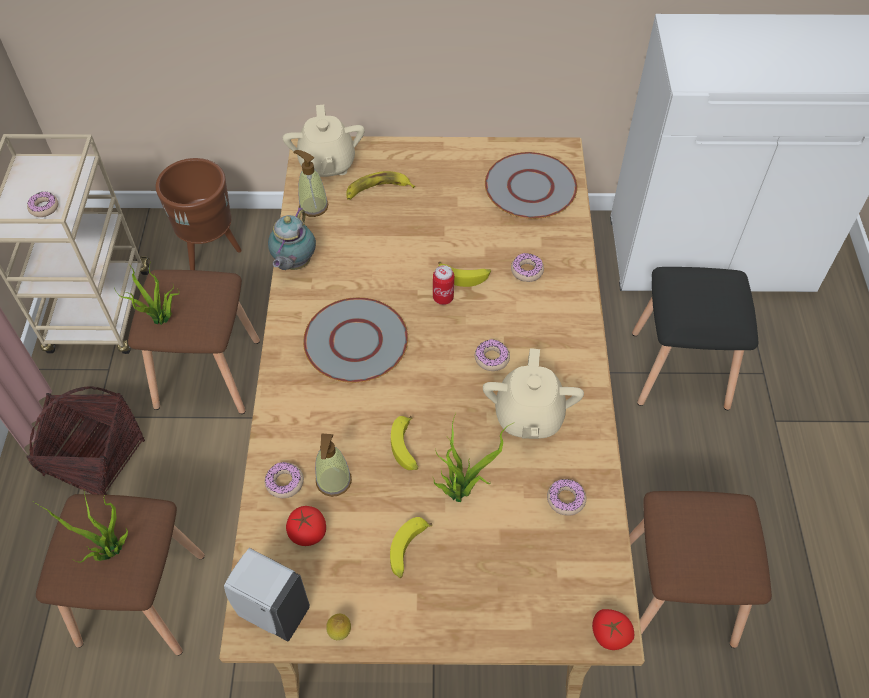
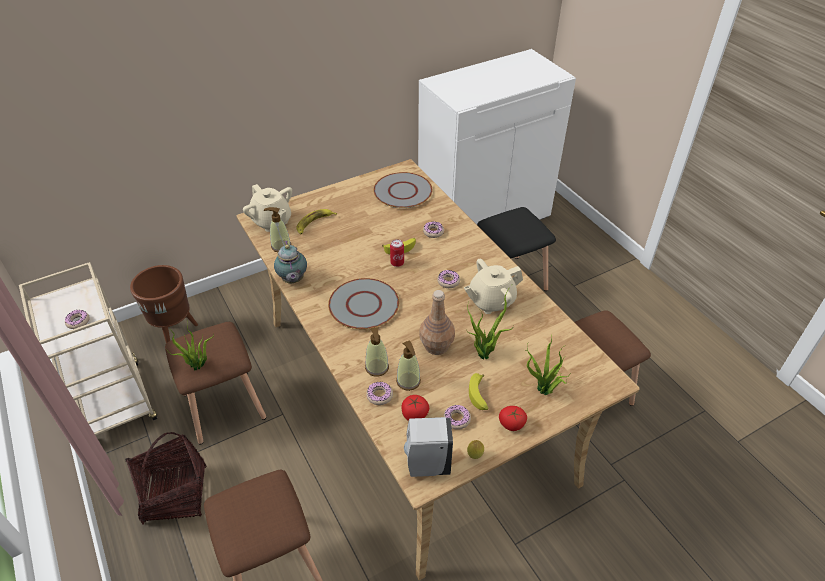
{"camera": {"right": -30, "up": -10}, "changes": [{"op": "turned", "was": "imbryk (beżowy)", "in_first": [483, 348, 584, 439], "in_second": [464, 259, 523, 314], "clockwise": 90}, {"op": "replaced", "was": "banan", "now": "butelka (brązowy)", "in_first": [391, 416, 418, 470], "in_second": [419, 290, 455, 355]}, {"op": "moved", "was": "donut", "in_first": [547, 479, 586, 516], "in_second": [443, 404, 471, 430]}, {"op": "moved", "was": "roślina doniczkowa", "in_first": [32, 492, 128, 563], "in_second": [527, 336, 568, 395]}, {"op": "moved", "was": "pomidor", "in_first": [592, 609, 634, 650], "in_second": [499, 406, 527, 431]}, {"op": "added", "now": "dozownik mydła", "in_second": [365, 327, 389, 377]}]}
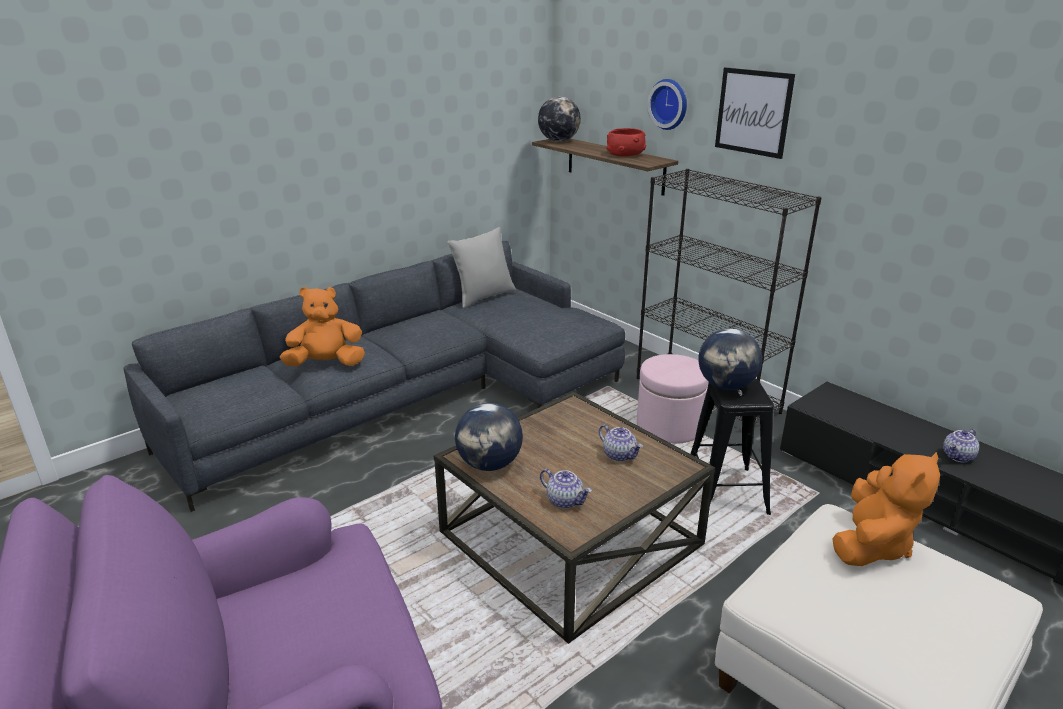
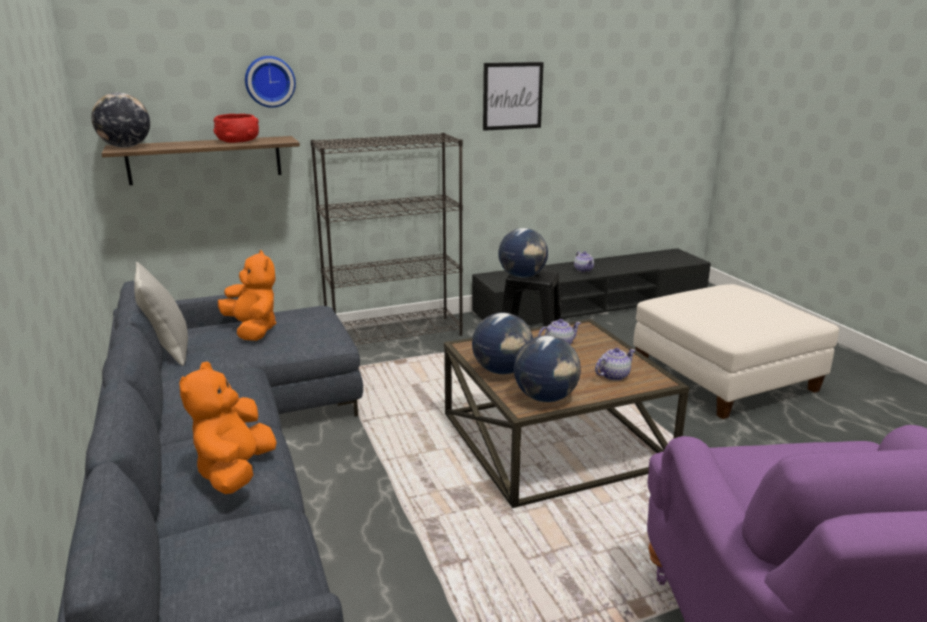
{"camera": {"right": -70, "up": -5}, "changes": [{"op": "moved", "was": "obraz", "in_first": [715, 67, 795, 159], "in_second": [483, 62, 544, 131]}, {"op": "removed", "was": "pufa (różowy)", "in_first": [637, 354, 709, 444]}, {"op": "moved", "was": "pluszak (pomarańczowy)", "in_first": [832, 452, 940, 566], "in_second": [218, 250, 276, 341]}, {"op": "added", "now": "globus", "in_second": [472, 313, 533, 374]}]}
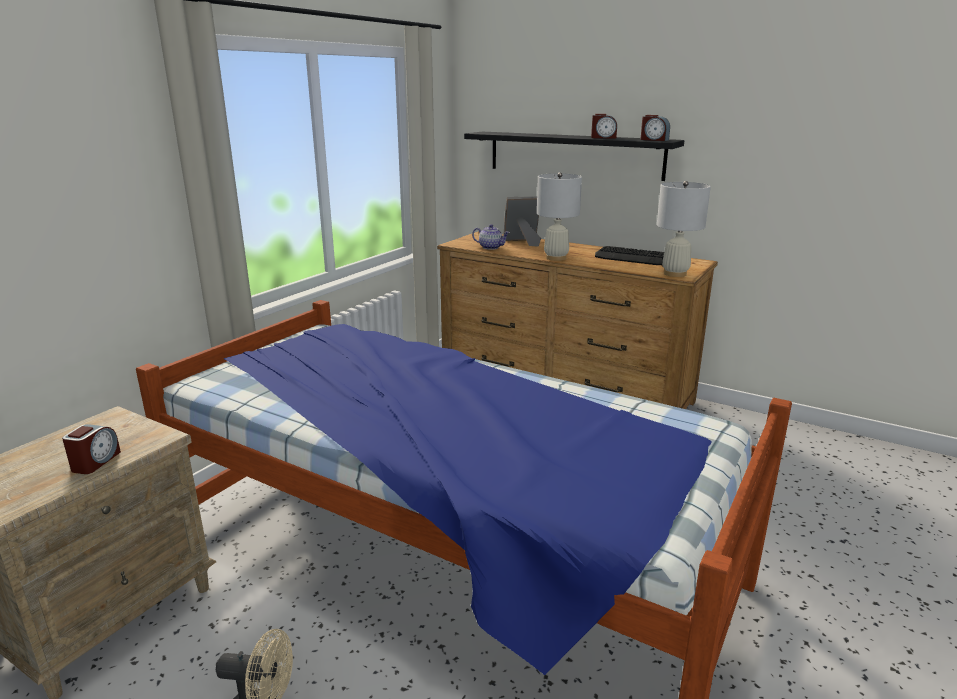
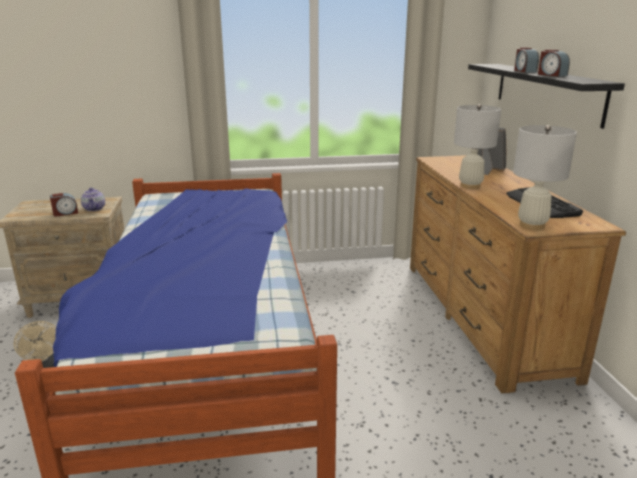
{"camera": {"right": 50, "up": 0}, "changes": [{"op": "moved", "was": "budzik", "in_first": [640, 115, 670, 141], "in_second": [514, 48, 539, 72]}, {"op": "moved", "was": "imbryk", "in_first": [472, 224, 510, 250], "in_second": [81, 188, 105, 211]}]}
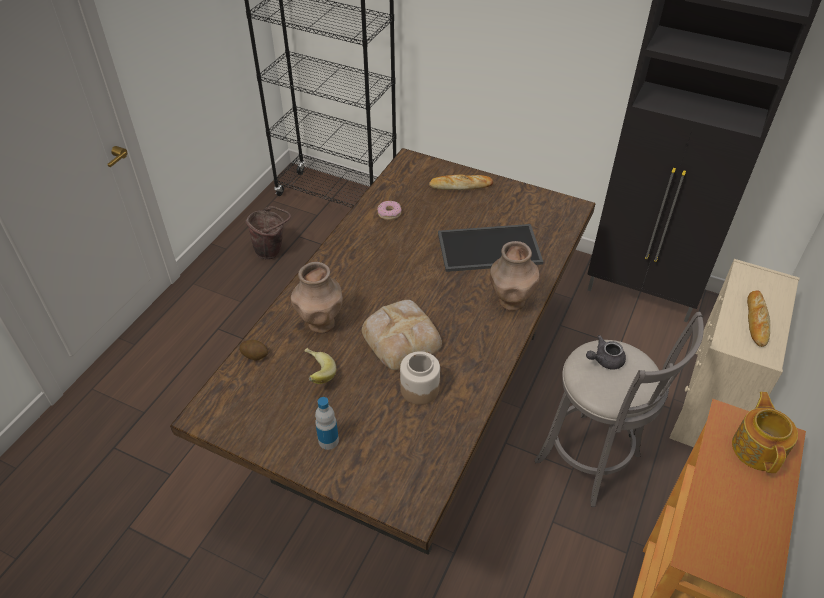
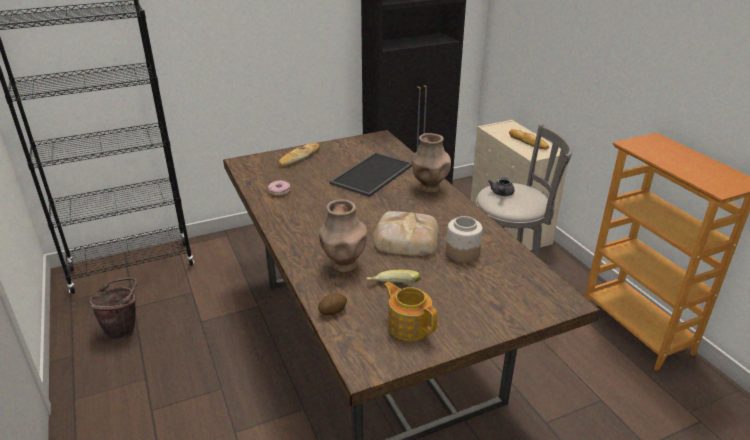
{"camera": {"right": -50, "up": -15}, "changes": [{"op": "moved", "was": "imbryk", "in_first": [732, 392, 798, 473], "in_second": [384, 282, 437, 341]}, {"op": "removed", "was": "butelka", "in_first": [315, 397, 339, 450]}]}
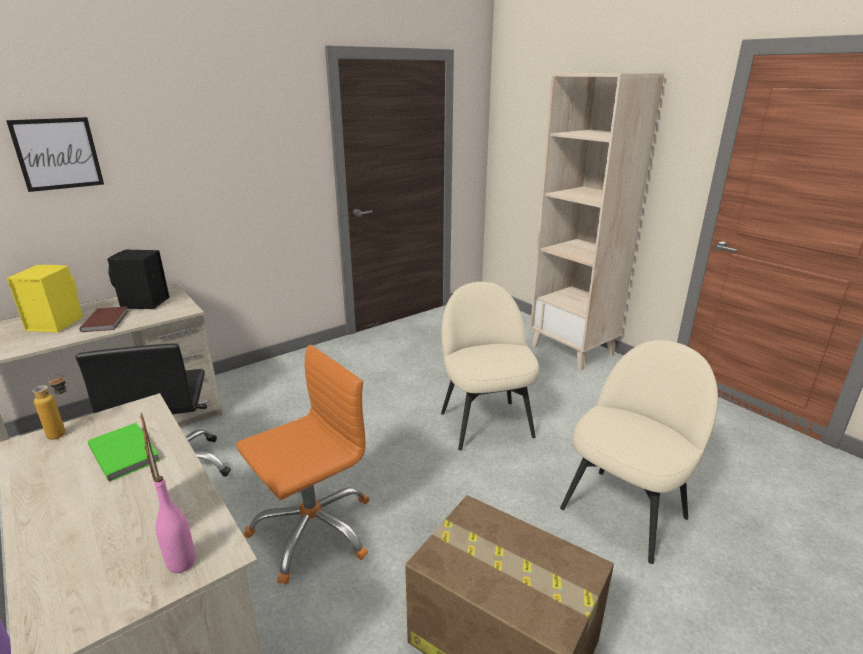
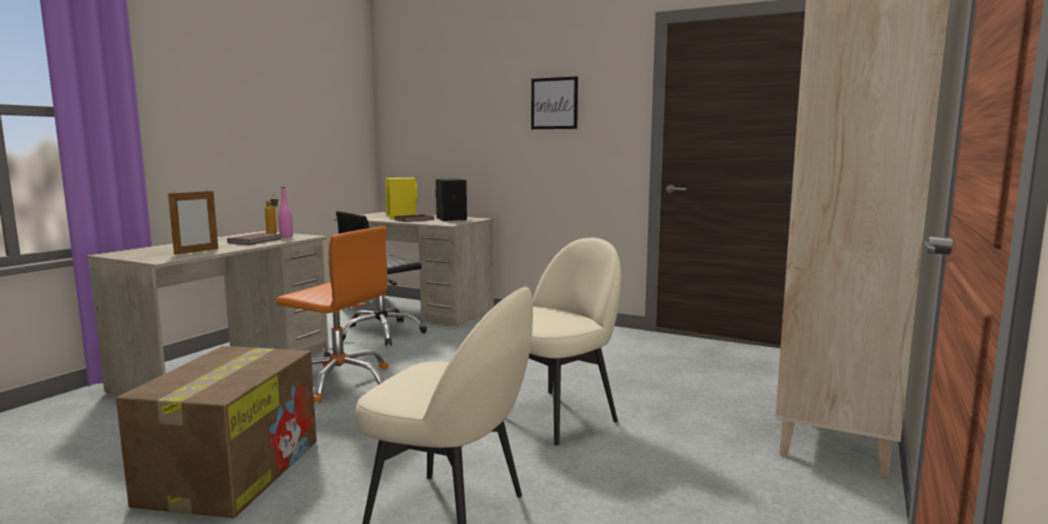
{"camera": {"right": 65, "up": -15}, "changes": [{"op": "moved", "was": "obraz", "in_first": [6, 117, 104, 192], "in_second": [531, 76, 578, 129]}, {"op": "recoloured", "was": "książka (zielony)", "now": "książka (brązowy)", "in_first": [88, 423, 161, 482], "in_second": [227, 233, 281, 245]}, {"op": "moved", "was": "butelka (różowy)", "in_first": [154, 476, 195, 573], "in_second": [278, 187, 293, 238]}]}
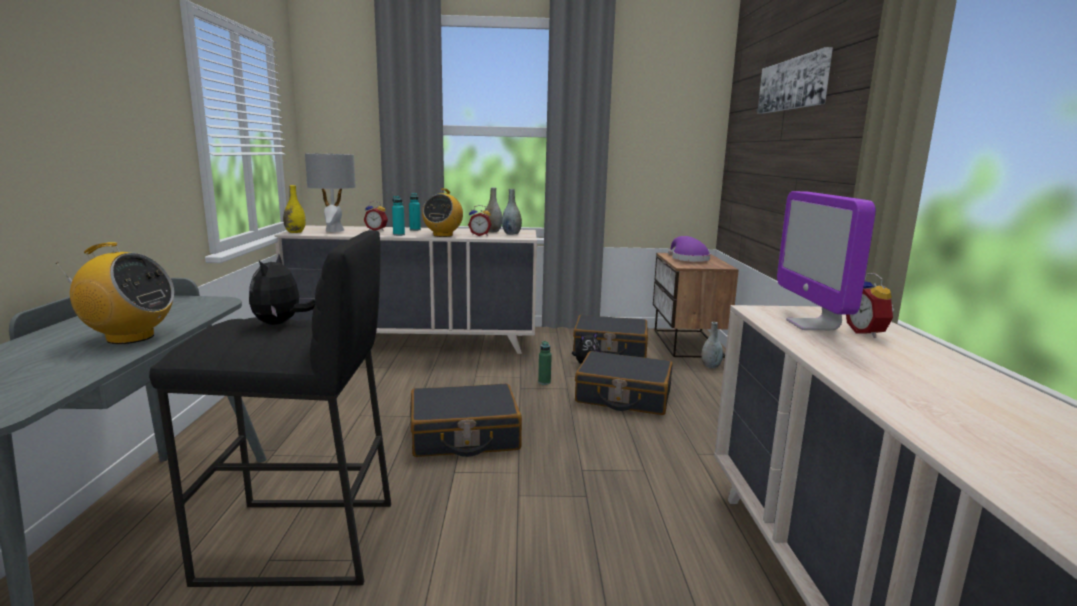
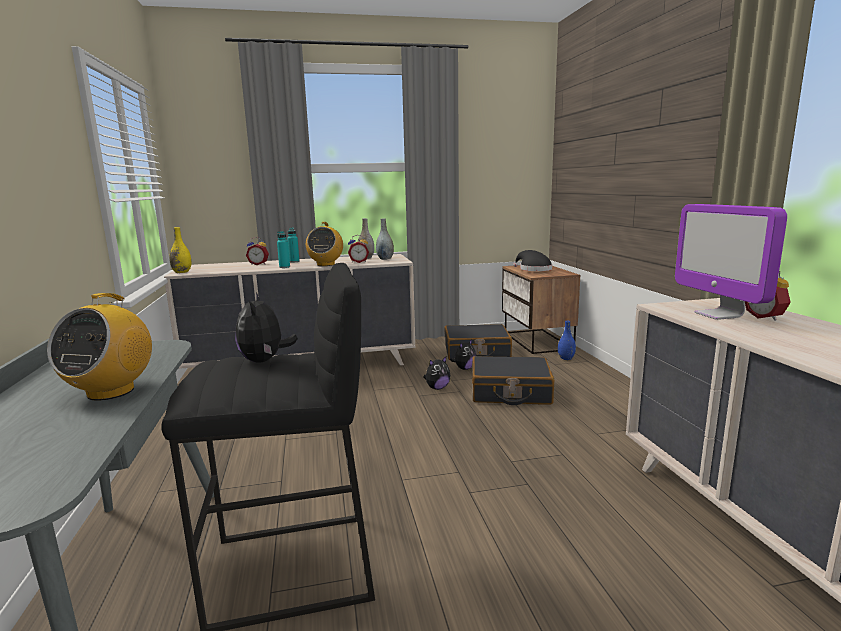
{"camera": {"right": -10, "up": 0}, "changes": [{"op": "removed", "was": "obraz", "in_first": [757, 47, 833, 114]}, {"op": "removed", "was": "lampa stołowa (szary)", "in_first": [305, 153, 356, 232]}, {"op": "recoloured", "was": "kapelusz (fioletowy)", "now": "kapelusz (czarny)", "in_first": [668, 236, 710, 262], "in_second": [513, 250, 552, 271]}, {"op": "turned", "was": "radio", "in_first": [55, 242, 174, 344], "in_second": [47, 293, 152, 401], "clockwise": 105}, {"op": "recoloured", "was": "wazon (szary)", "now": "wazon (niebieski)", "in_first": [701, 322, 723, 368], "in_second": [558, 321, 576, 360]}, {"op": "replaced", "was": "butelka (zielony)", "now": "pluszak", "in_first": [538, 341, 552, 385], "in_second": [423, 357, 450, 390]}, {"op": "removed", "was": "walizka (czarny)", "in_first": [410, 384, 522, 457]}]}
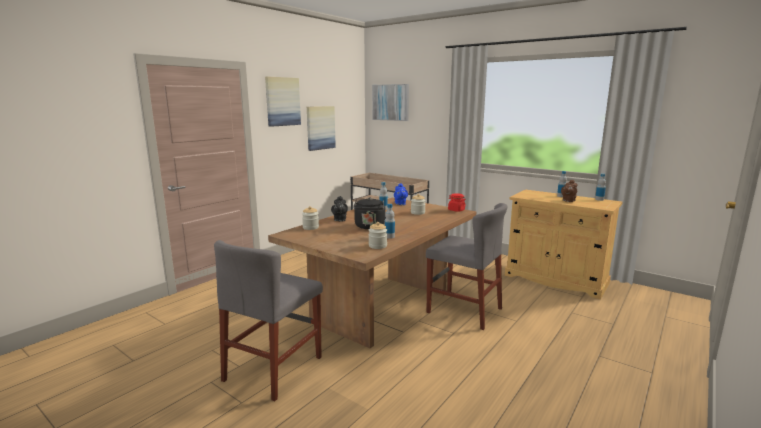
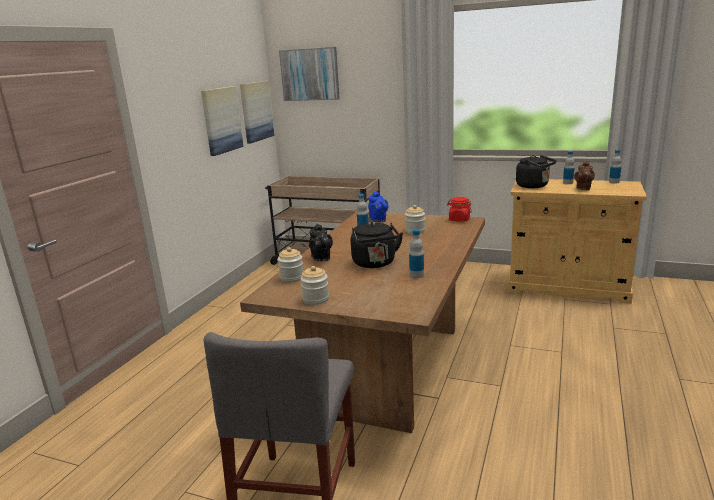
{"camera": {"right": -15, "up": 5}, "changes": [{"op": "moved", "was": "obraz", "in_first": [265, 77, 301, 127], "in_second": [240, 81, 274, 143]}, {"op": "removed", "was": "krzesło (szary)", "in_first": [426, 203, 507, 330]}, {"op": "moved", "was": "słoik", "in_first": [369, 222, 387, 249], "in_second": [301, 266, 329, 305]}, {"op": "added", "now": "czajnik (czarny)", "in_second": [516, 155, 556, 188]}]}
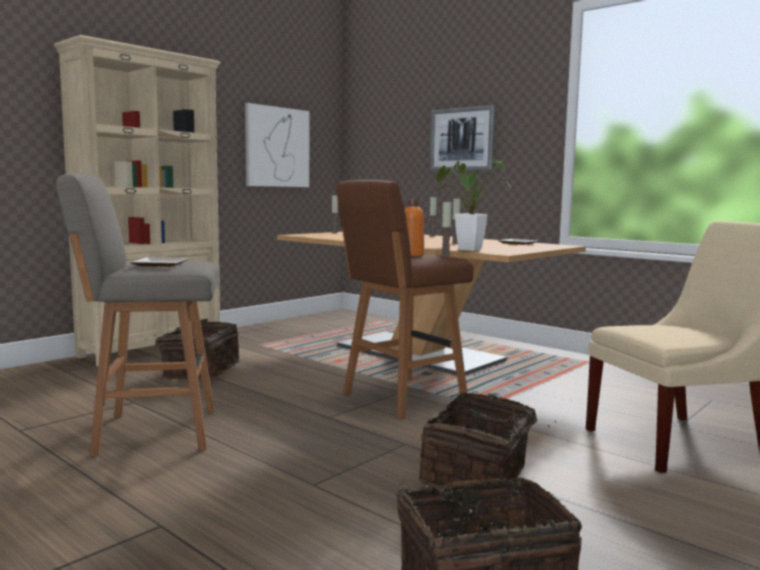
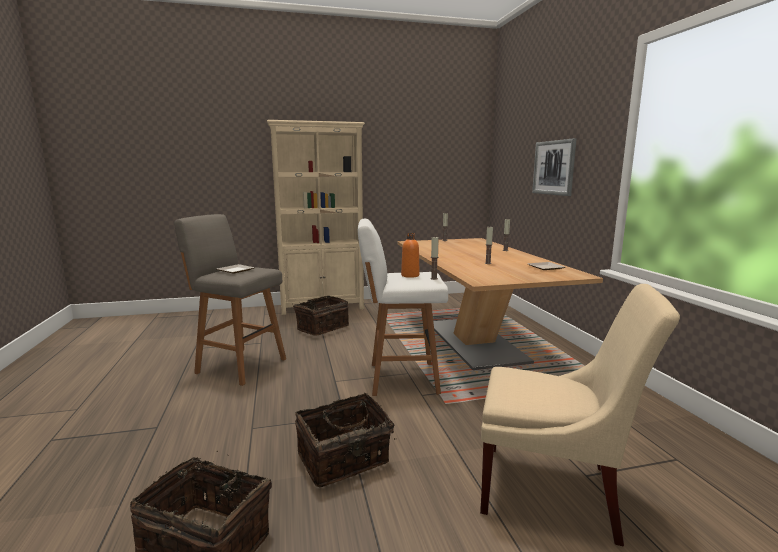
{"camera": {"right": 35, "up": 5}, "changes": [{"op": "removed", "was": "obraz", "in_first": [245, 103, 309, 187]}, {"op": "removed", "was": "roślina doniczkowa", "in_first": [434, 157, 511, 251]}, {"op": "recoloured", "was": "stołek (brązowy)", "now": "stołek (biały)", "in_first": [337, 180, 474, 420], "in_second": [358, 219, 448, 396]}]}
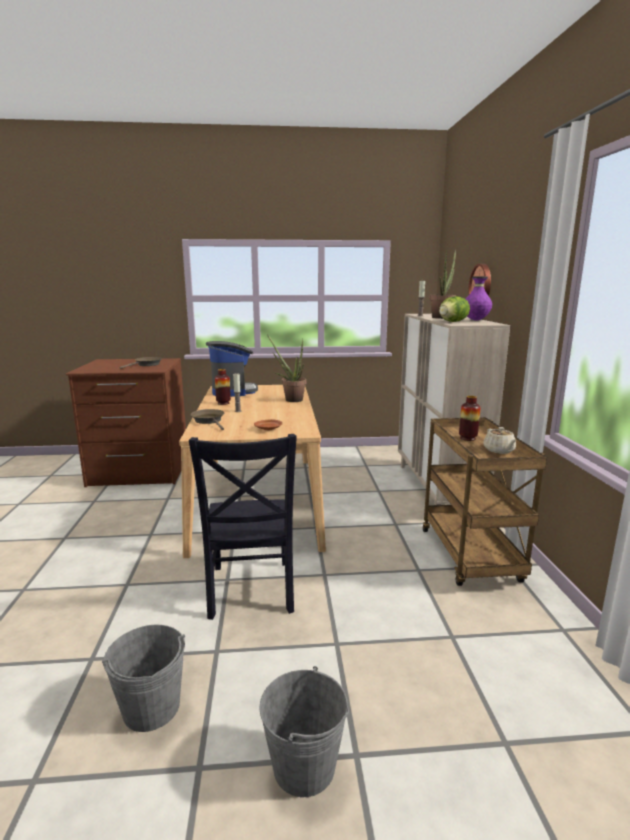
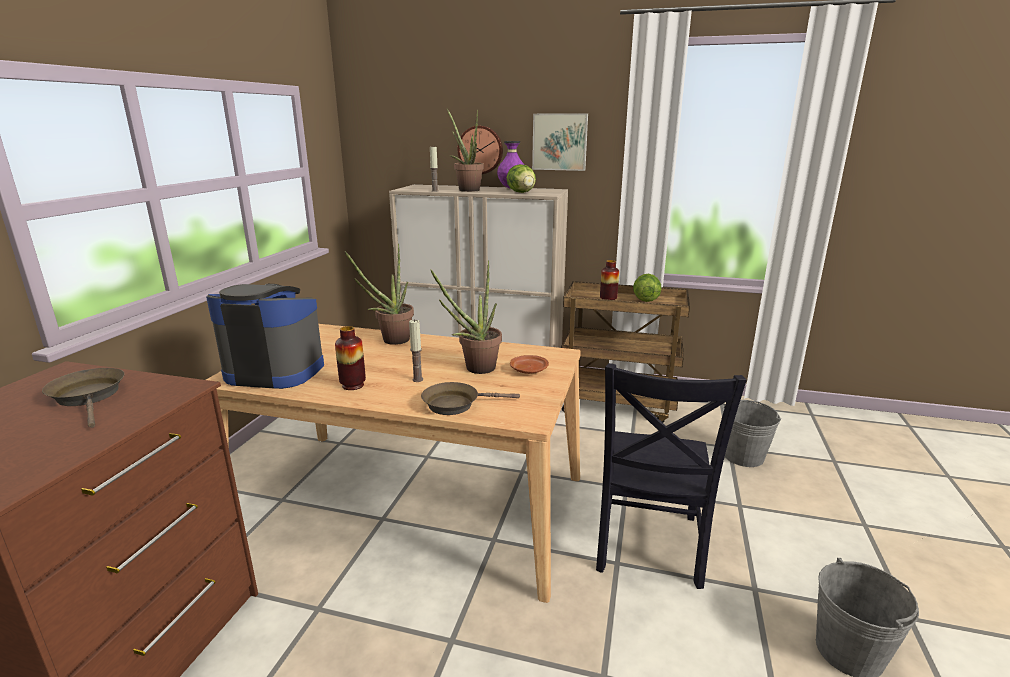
{"camera": {"right": -70, "up": 5}, "changes": [{"op": "replaced", "was": "imbryk (beżowy)", "now": "sałata", "in_first": [483, 427, 517, 454], "in_second": [633, 274, 662, 302]}, {"op": "turned", "was": "krzesło (czarny)", "in_first": [189, 434, 297, 620], "in_second": [596, 363, 747, 589], "clockwise": 90}, {"op": "moved", "was": "wiadro (szary)", "in_first": [259, 666, 349, 797], "in_second": [723, 400, 781, 467]}, {"op": "added", "now": "obraz", "in_second": [532, 114, 588, 171]}, {"op": "added", "now": "roślina doniczkowa", "in_second": [430, 260, 502, 374]}]}
